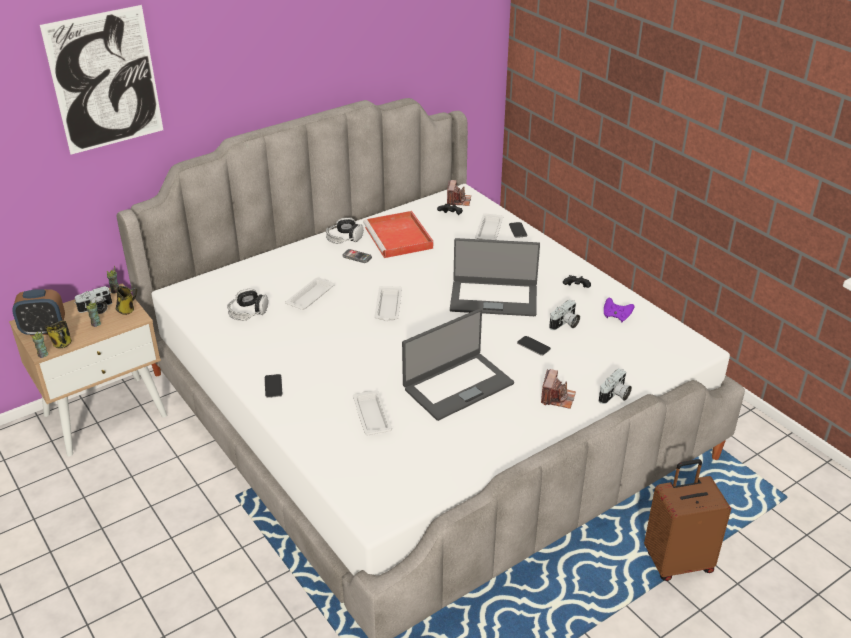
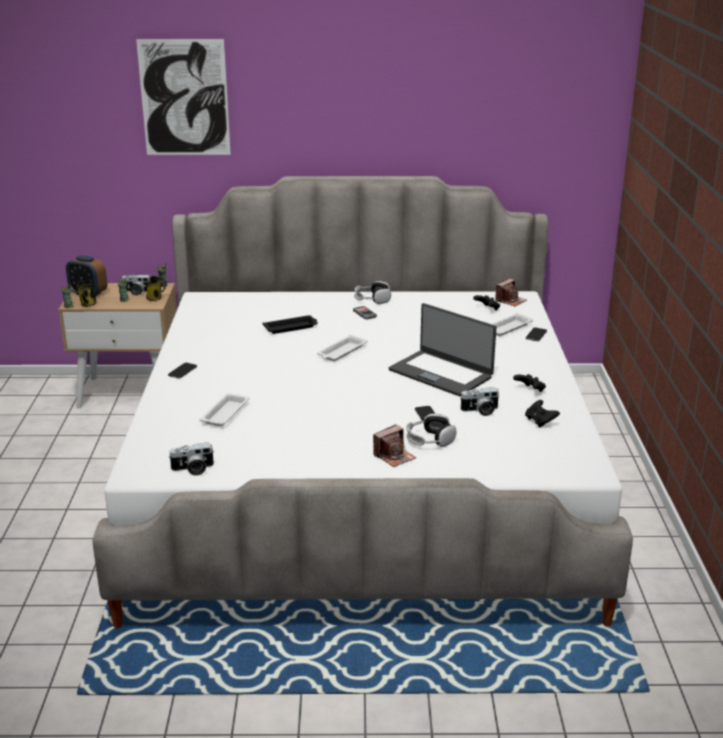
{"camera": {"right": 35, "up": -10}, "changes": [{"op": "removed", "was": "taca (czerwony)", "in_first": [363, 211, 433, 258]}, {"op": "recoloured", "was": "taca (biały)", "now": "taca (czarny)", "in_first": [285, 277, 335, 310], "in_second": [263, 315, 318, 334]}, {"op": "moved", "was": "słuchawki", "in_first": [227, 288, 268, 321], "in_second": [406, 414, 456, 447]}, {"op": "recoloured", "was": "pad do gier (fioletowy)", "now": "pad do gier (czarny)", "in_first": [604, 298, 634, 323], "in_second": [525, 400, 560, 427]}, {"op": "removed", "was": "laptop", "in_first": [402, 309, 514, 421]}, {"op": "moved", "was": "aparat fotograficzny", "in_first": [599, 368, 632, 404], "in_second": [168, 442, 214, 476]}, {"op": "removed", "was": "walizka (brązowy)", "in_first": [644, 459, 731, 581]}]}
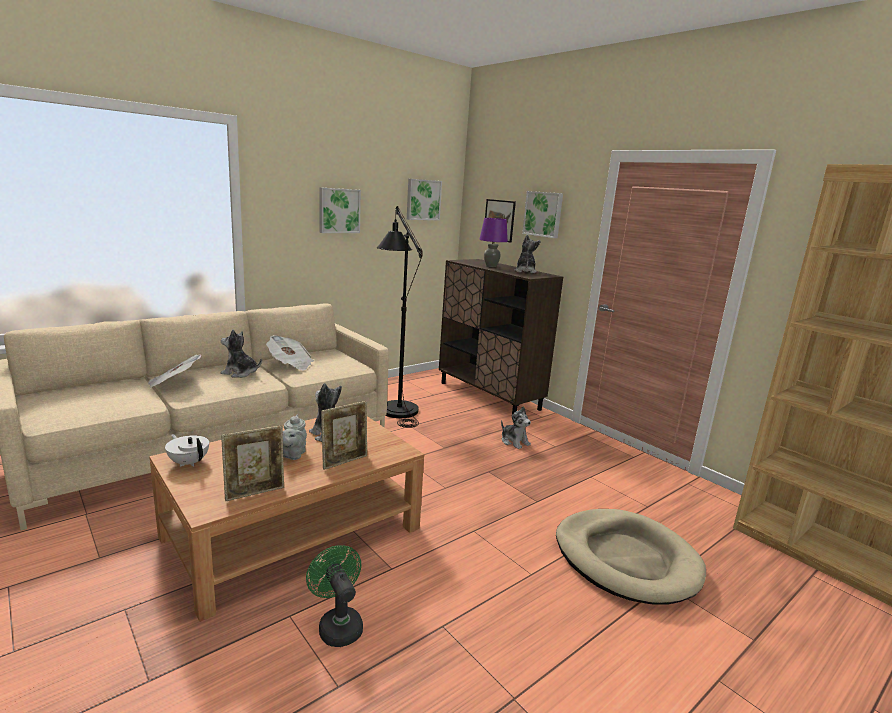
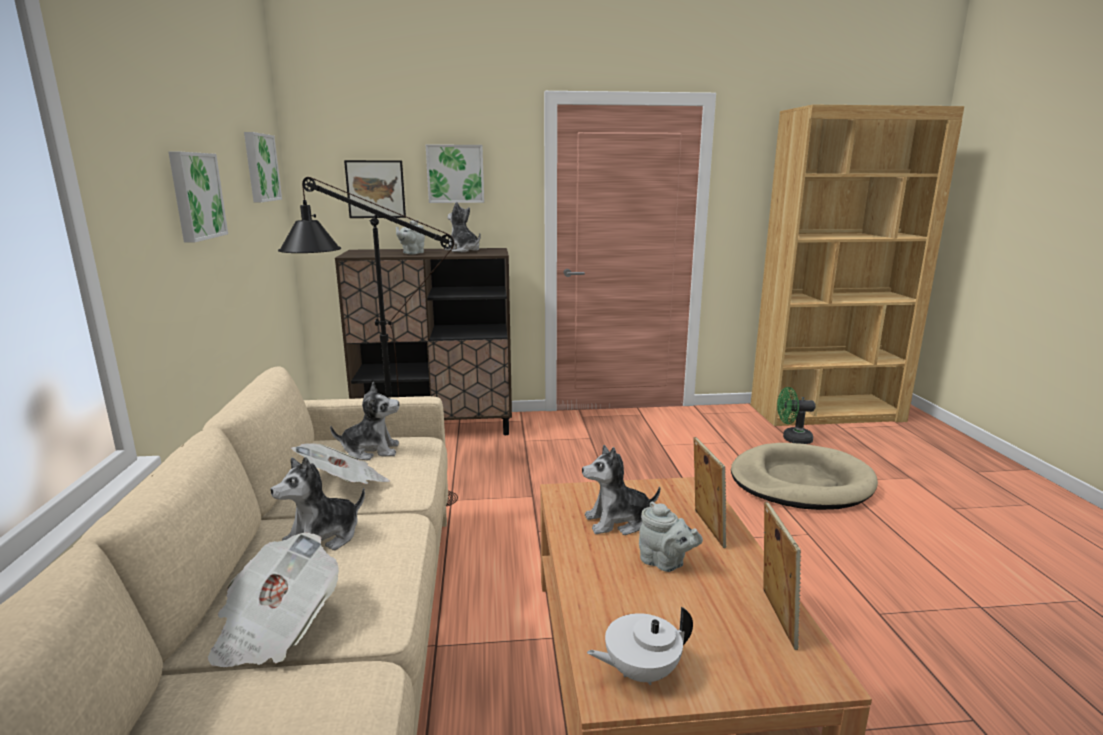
{"camera": {"right": -55, "up": 0}, "changes": [{"op": "replaced", "was": "lampa stołowa (fioletowy)", "now": "imbryk (szary)", "in_first": [479, 218, 508, 267], "in_second": [396, 220, 425, 254]}, {"op": "moved", "was": "pluszak", "in_first": [501, 406, 531, 449], "in_second": [330, 382, 399, 460]}, {"op": "moved", "was": "wentylator (zielony)", "in_first": [306, 545, 363, 647], "in_second": [777, 387, 816, 444]}]}
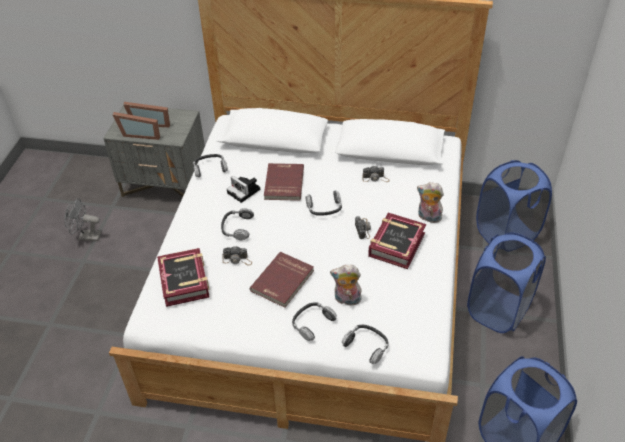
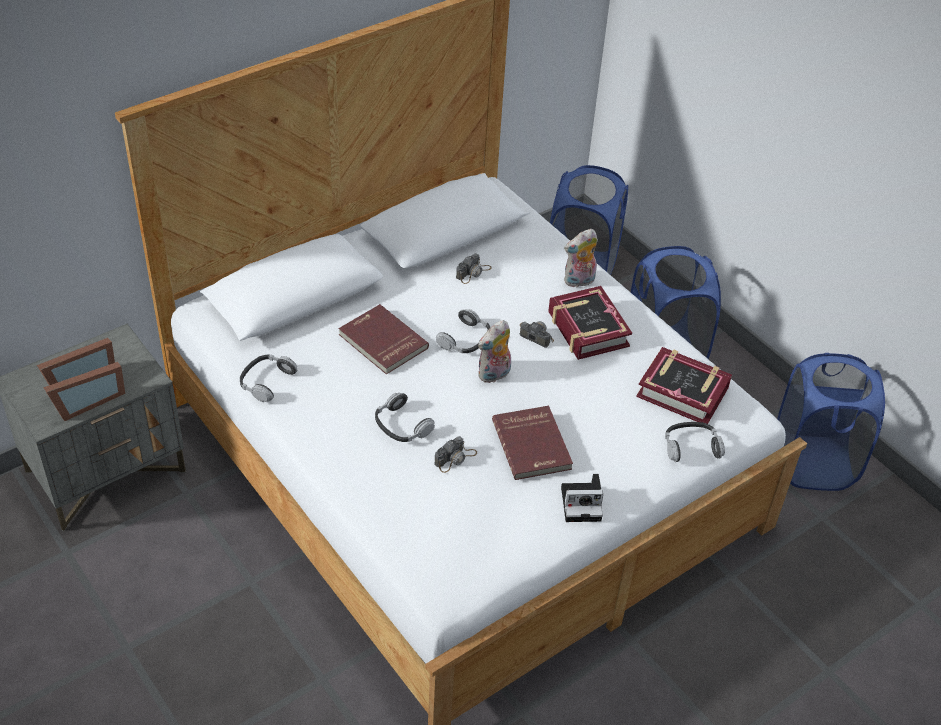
{"camera": {"right": -50, "up": 0}, "changes": [{"op": "moved", "was": "aparat fotograficzny", "in_first": [227, 176, 260, 203], "in_second": [561, 474, 603, 522]}, {"op": "removed", "was": "wentylator (szary)", "in_first": [64, 198, 102, 241]}, {"op": "moved", "was": "książka", "in_first": [157, 248, 209, 307], "in_second": [636, 347, 732, 424]}, {"op": "moved", "was": "pluszak", "in_first": [330, 265, 362, 306], "in_second": [478, 320, 511, 383]}, {"op": "removed", "was": "słuchawki", "in_first": [292, 302, 337, 341]}]}
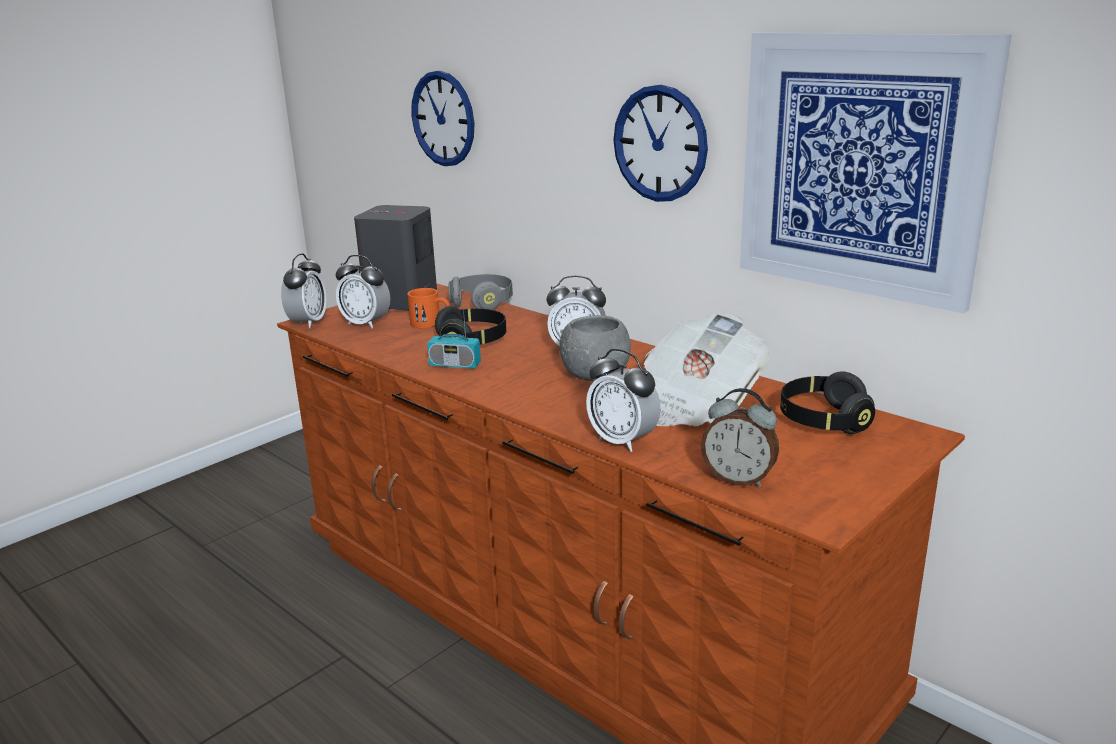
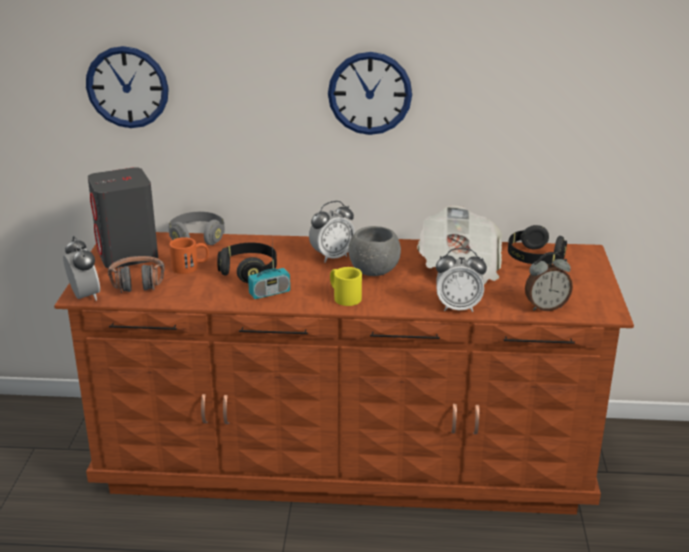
{"camera": {"right": -40, "up": 5}, "changes": [{"op": "removed", "was": "obraz", "in_first": [740, 32, 1012, 314]}, {"op": "replaced", "was": "budzik", "now": "słuchawki", "in_first": [336, 255, 390, 329], "in_second": [108, 256, 165, 293]}, {"op": "added", "now": "kubek (żółty)", "in_second": [330, 267, 362, 306]}]}
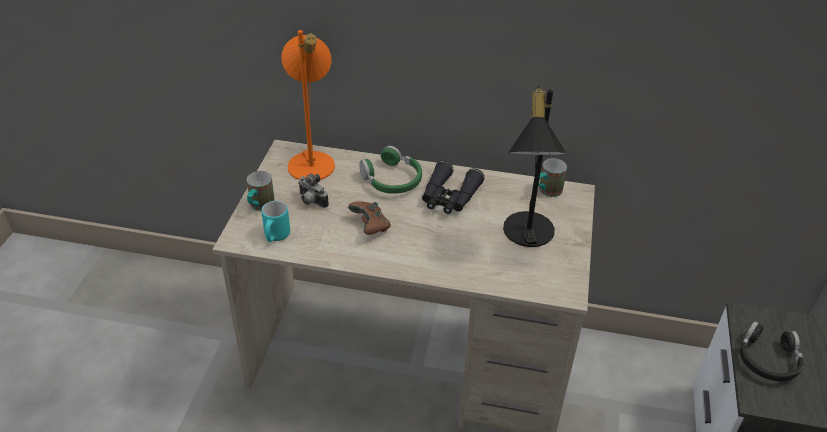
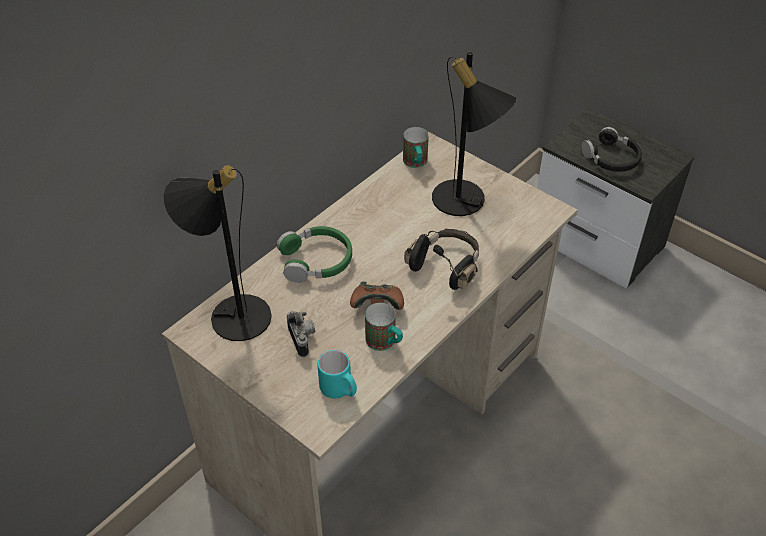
{"camera": {"right": -60, "up": 5}, "changes": [{"op": "recoloured", "was": "lampa stołowa (pomarańczowy)", "now": "lampa stołowa (czarny)", "in_first": [281, 30, 335, 180], "in_second": [163, 165, 272, 341]}, {"op": "removed", "was": "lornetka (czarny)", "in_first": [422, 160, 484, 214]}, {"op": "moved", "was": "kubek", "in_first": [247, 171, 275, 211], "in_second": [365, 303, 403, 351]}, {"op": "turned", "was": "aparat fotograficzny", "in_first": [298, 173, 329, 208], "in_second": [287, 311, 315, 357], "clockwise": -90}, {"op": "added", "now": "słuchawki (czarny)", "in_second": [404, 229, 479, 290]}]}
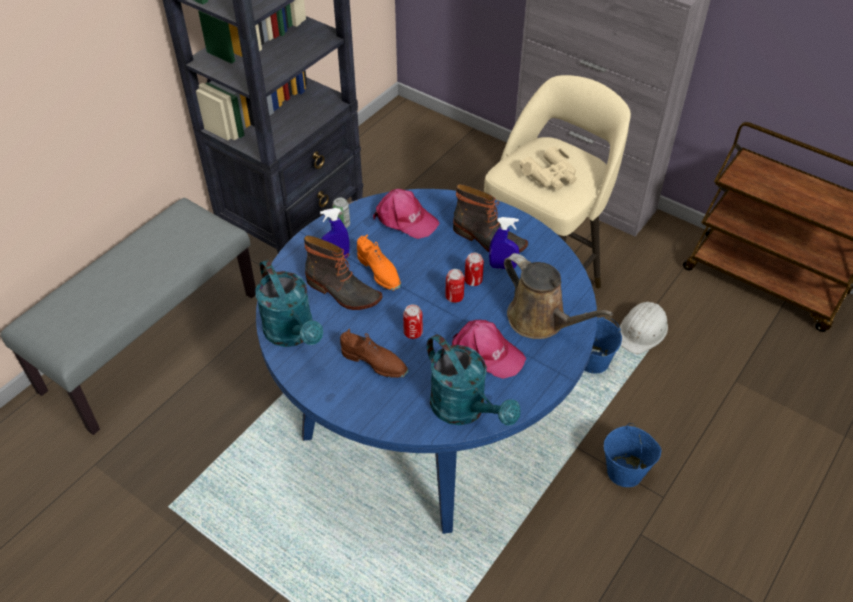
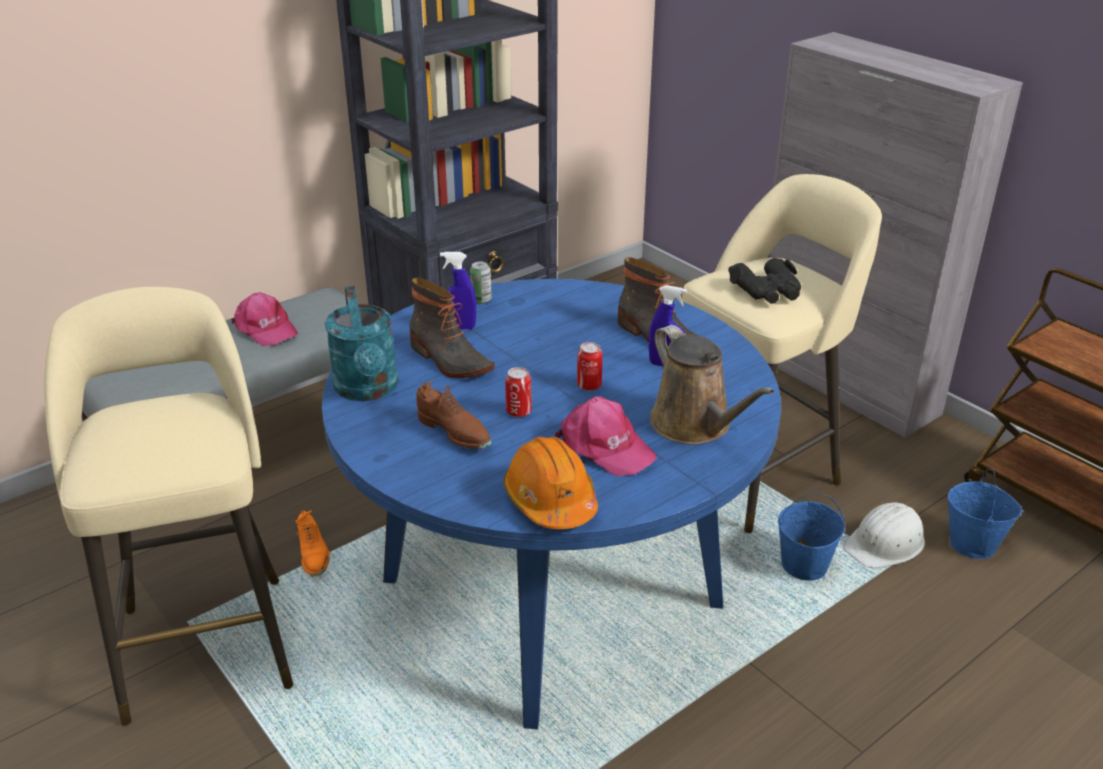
{"camera": {"right": 15, "up": -15}, "changes": [{"op": "recoloured", "was": "lornetka (beżowy)", "now": "lornetka (czarny)", "in_first": [519, 146, 577, 190], "in_second": [728, 258, 801, 304]}, {"op": "moved", "was": "czapka z daszkiem (różowy)", "in_first": [373, 189, 440, 239], "in_second": [231, 292, 298, 346]}, {"op": "moved", "was": "but (pomarańczowy)", "in_first": [357, 235, 401, 291], "in_second": [295, 510, 330, 577]}, {"op": "removed", "was": "puszka", "in_first": [465, 253, 484, 286]}, {"op": "replaced", "was": "konewka (turkusowy)", "now": "kask (pomarańczowy)", "in_first": [427, 334, 520, 426], "in_second": [504, 437, 598, 529]}, {"op": "moved", "was": "wiadro (niebieski)", "in_first": [604, 423, 662, 487], "in_second": [948, 469, 1022, 559]}, {"op": "added", "now": "stołek (beżowy)", "in_second": [44, 287, 293, 725]}]}
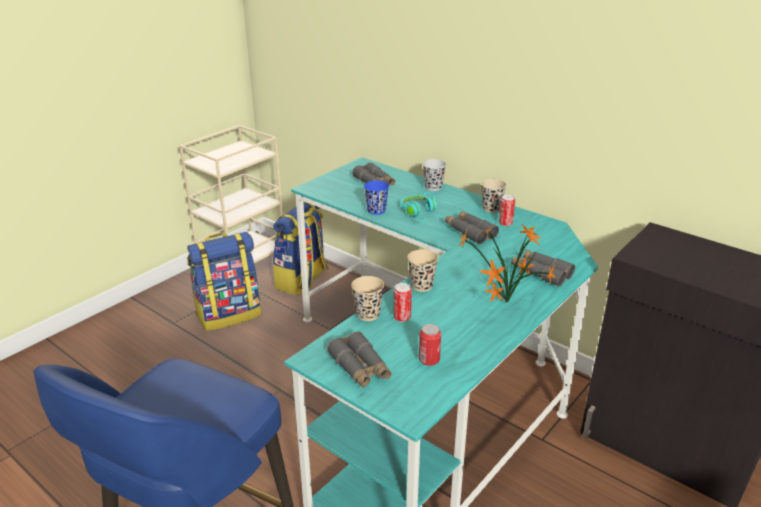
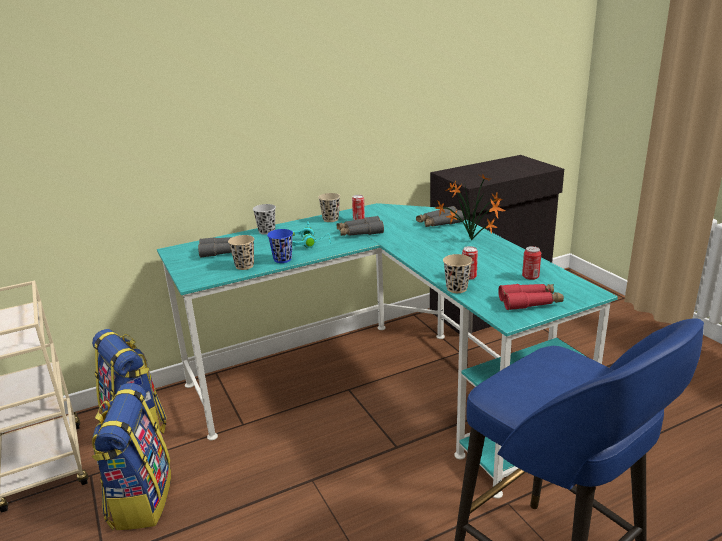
{"camera": {"right": -65, "up": -5}, "changes": [{"op": "moved", "was": "filiżanka (beżowy)", "in_first": [407, 250, 438, 292], "in_second": [228, 235, 254, 270]}, {"op": "recoloured", "was": "lornetka (szary)", "now": "lornetka (czerwony)", "in_first": [327, 331, 392, 388], "in_second": [498, 284, 564, 310]}]}
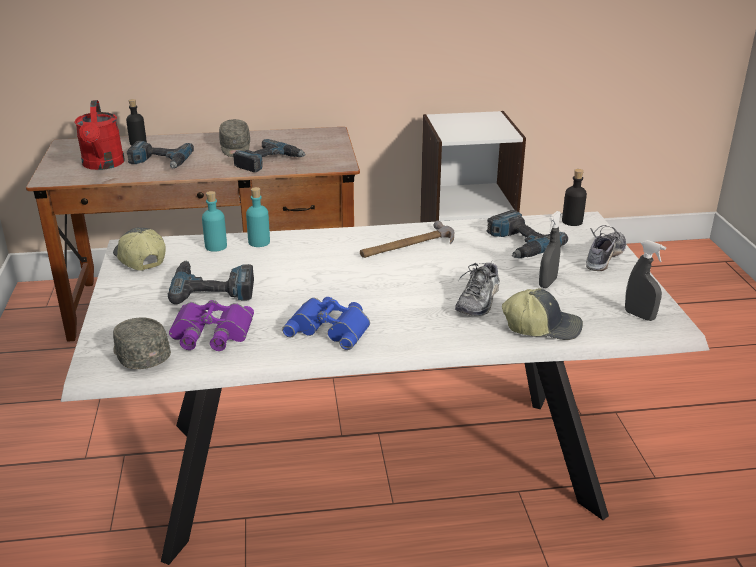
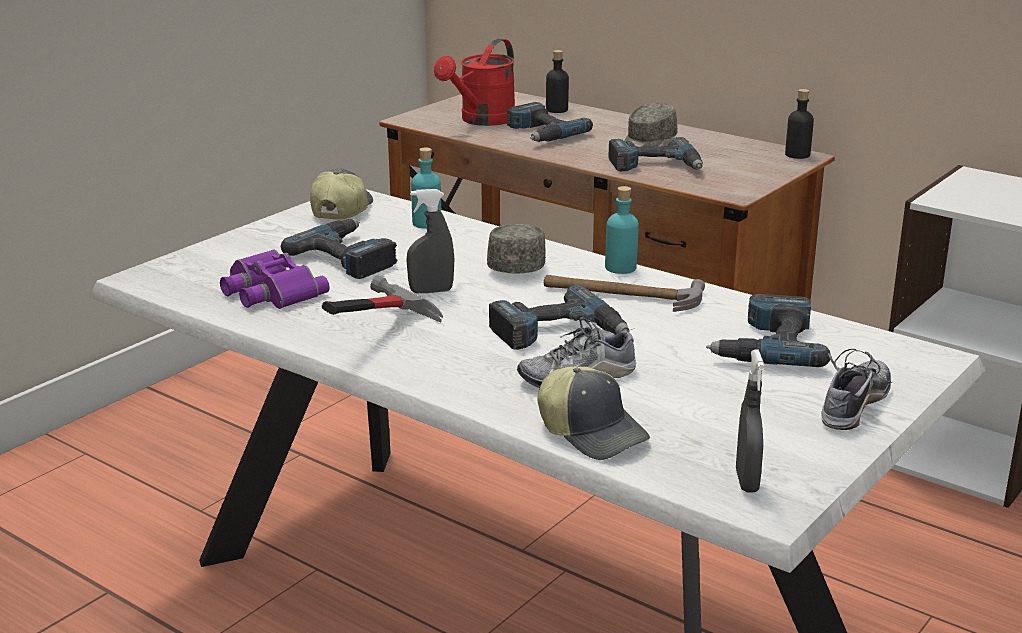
{"camera": {"right": 45, "up": -5}, "changes": [{"op": "moved", "was": "butelka (czarny)", "in_first": [562, 169, 587, 226], "in_second": [785, 89, 814, 159]}, {"op": "moved", "was": "butelka (turkusowy)", "in_first": [246, 187, 270, 247], "in_second": [605, 186, 639, 274]}, {"op": "moved", "was": "spryskiwacz (szary)", "in_first": [539, 211, 561, 288], "in_second": [406, 189, 454, 293]}, {"op": "turned", "was": "but", "in_first": [586, 225, 627, 271], "in_second": [821, 349, 892, 430], "clockwise": -45}, {"op": "replaced", "was": "lornetka (niebieski)", "now": "młotek", "in_first": [282, 297, 370, 350], "in_second": [321, 275, 443, 322]}, {"op": "moved", "was": "czapka z daszkiem (szary)", "in_first": [113, 317, 171, 369], "in_second": [487, 224, 546, 273]}, {"op": "added", "now": "wiertarka", "in_second": [489, 285, 629, 350]}]}
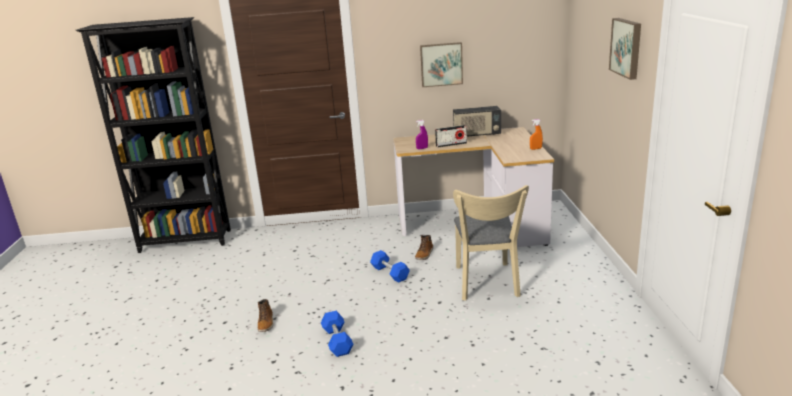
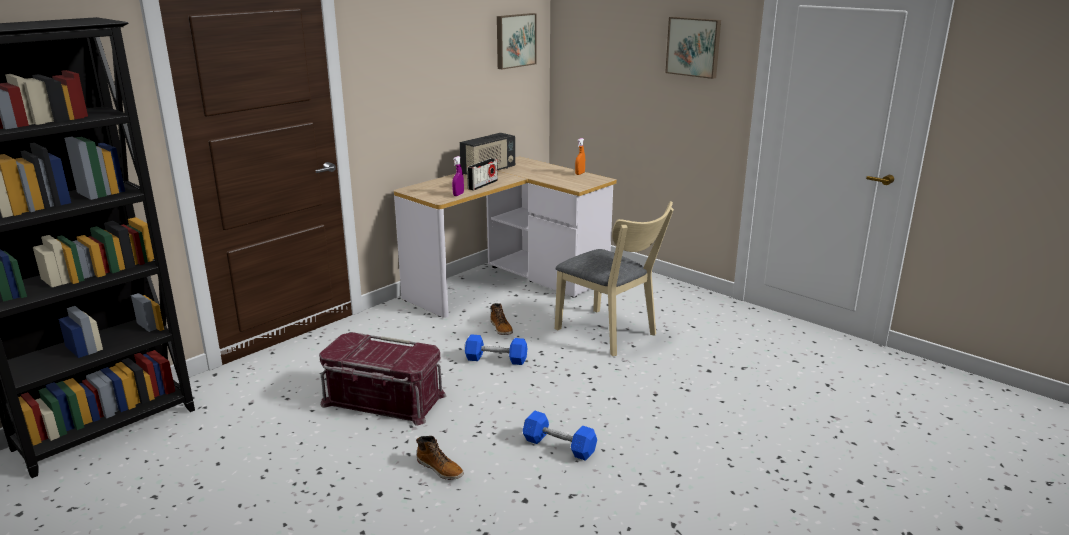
{"camera": {"right": -45, "up": 0}, "changes": [{"op": "moved", "was": "obraz", "in_first": [420, 42, 463, 87], "in_second": [497, 13, 536, 69]}, {"op": "added", "now": "pojemnik do przechowywania (czerwony)", "in_second": [319, 332, 447, 425]}]}
